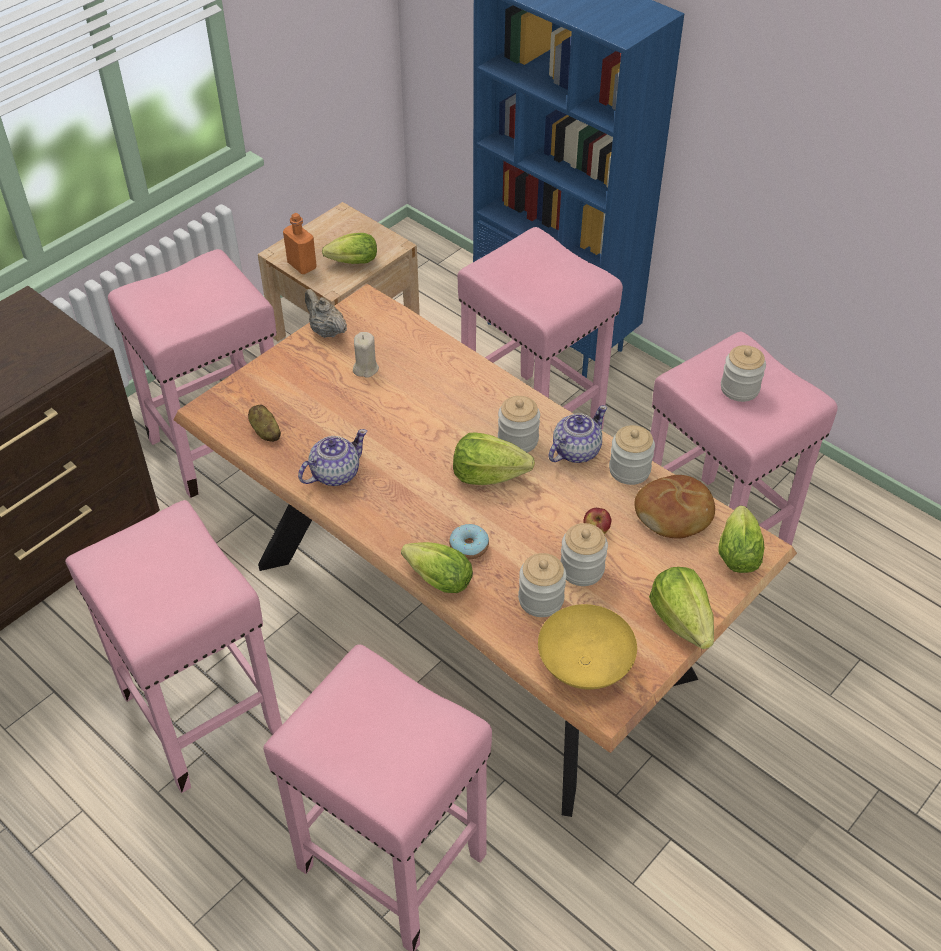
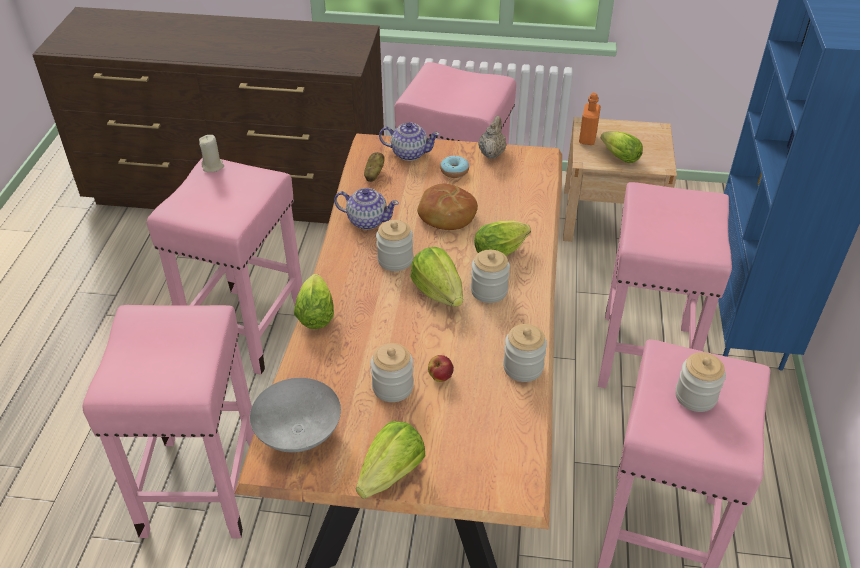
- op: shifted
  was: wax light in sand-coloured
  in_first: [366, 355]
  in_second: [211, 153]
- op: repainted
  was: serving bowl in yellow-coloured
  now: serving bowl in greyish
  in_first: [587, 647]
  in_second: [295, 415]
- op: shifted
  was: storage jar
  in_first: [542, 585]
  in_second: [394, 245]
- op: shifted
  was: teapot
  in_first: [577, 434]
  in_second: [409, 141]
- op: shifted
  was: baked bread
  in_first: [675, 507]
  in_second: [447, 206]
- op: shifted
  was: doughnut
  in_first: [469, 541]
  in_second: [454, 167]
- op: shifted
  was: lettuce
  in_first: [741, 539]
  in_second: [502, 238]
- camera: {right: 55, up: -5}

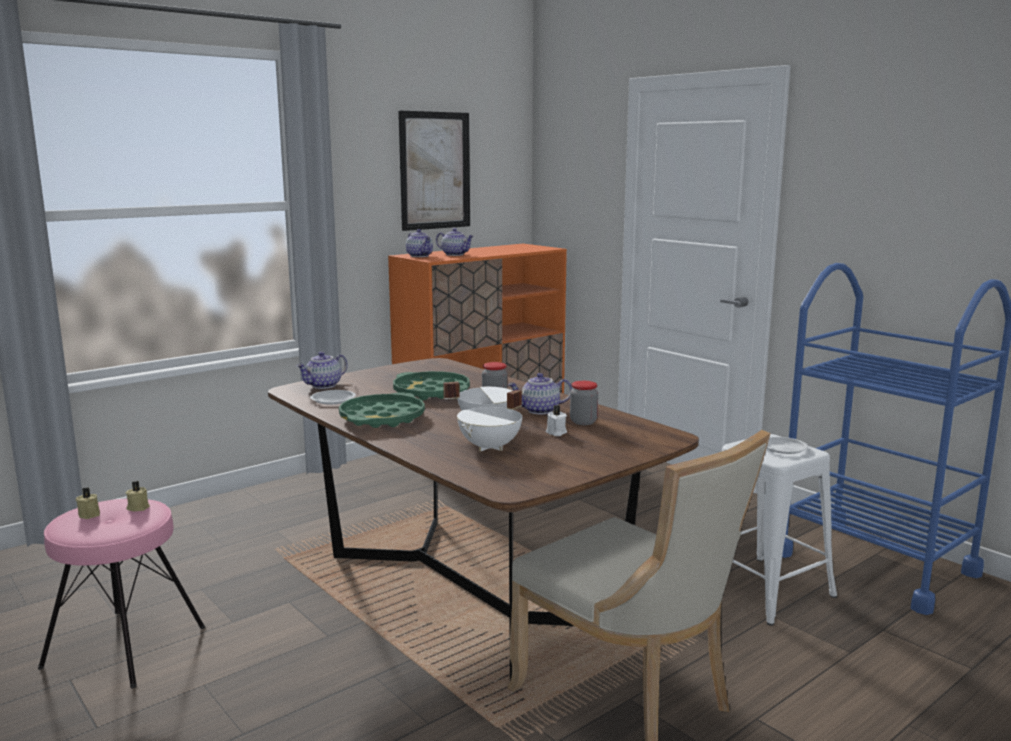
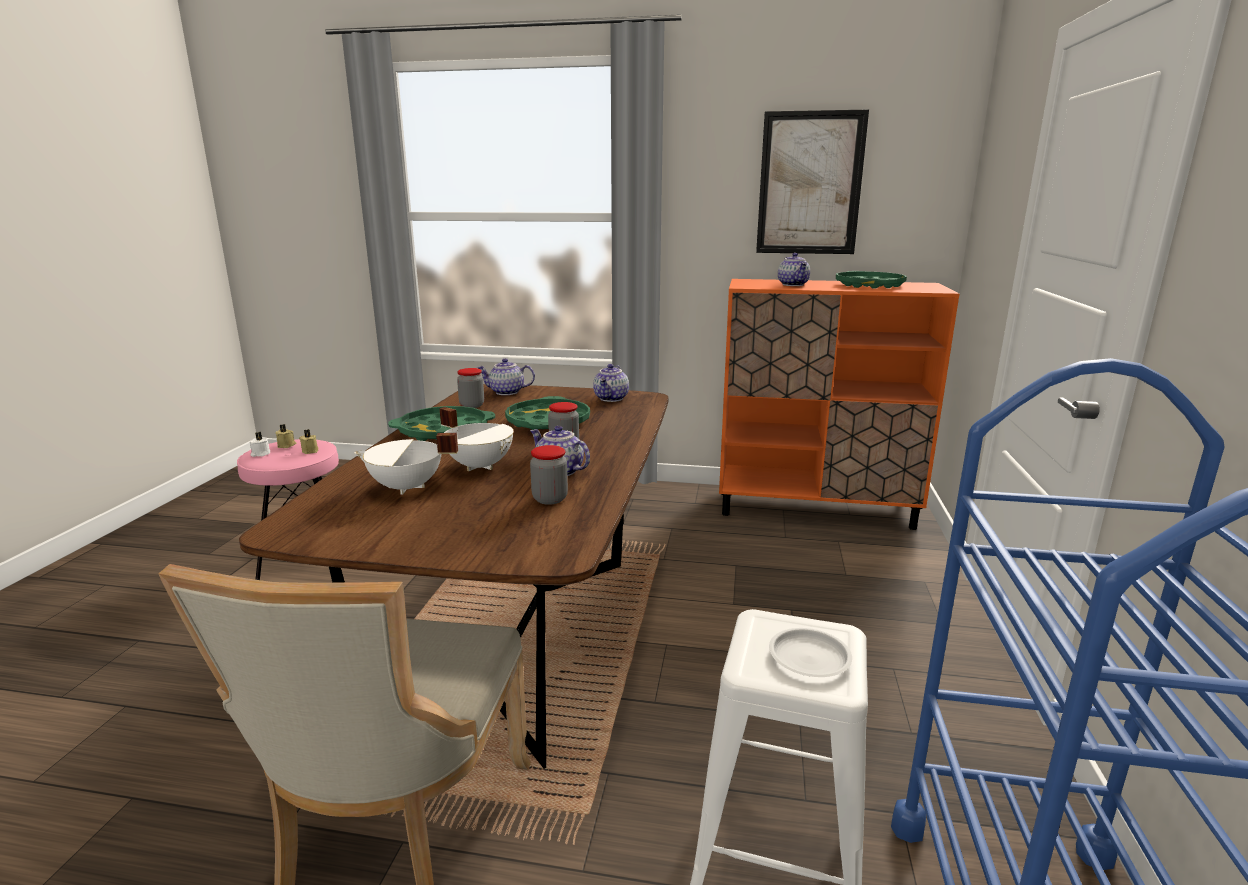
- op: shifted
  was: wax light in white
  in_first: [556, 420]
  in_second: [260, 444]
- op: swapped
  was: dinner plate in white
  now: storage jar
  in_first: [333, 397]
  in_second: [470, 388]
- op: shifted
  was: teapot
  in_first: [419, 243]
  in_second: [611, 383]
- op: new
  now: carrying tray in green
  in_second: [871, 280]
- camera: {right: 50, up: 5}

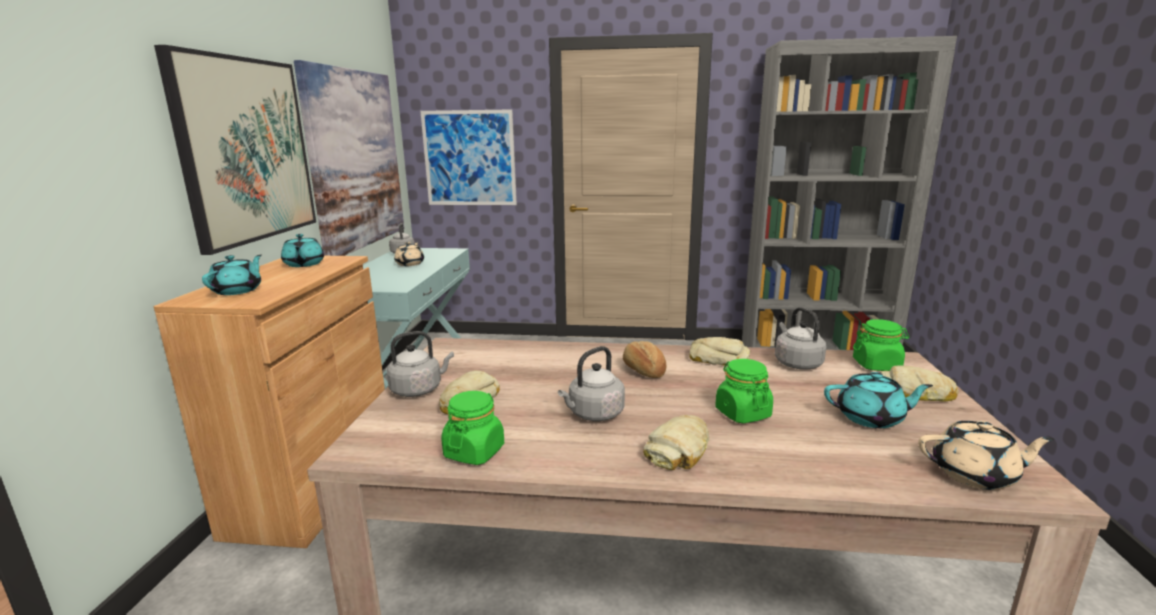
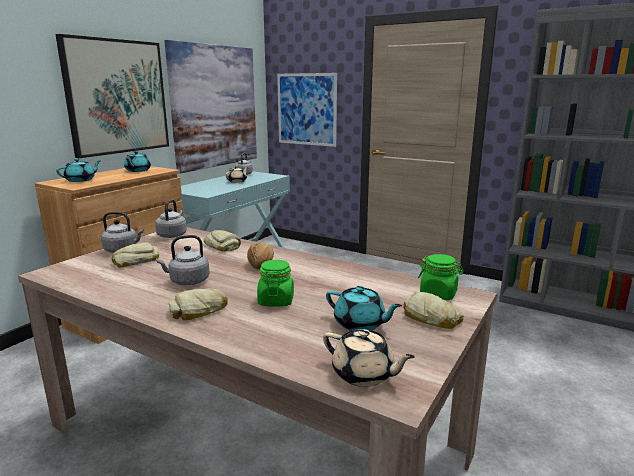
- op: shifted
  was: water kettle in greyish
  in_first: [800, 338]
  in_second: [171, 218]
- op: shifted
  was: baked bread
  in_first: [719, 351]
  in_second: [222, 241]
- op: gone
  was: storage jar in green
  in_first: [472, 428]
- camera: {right: 25, up: 0}

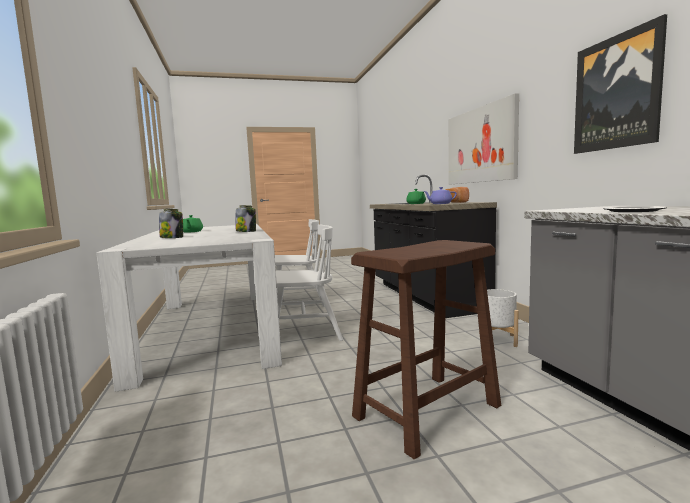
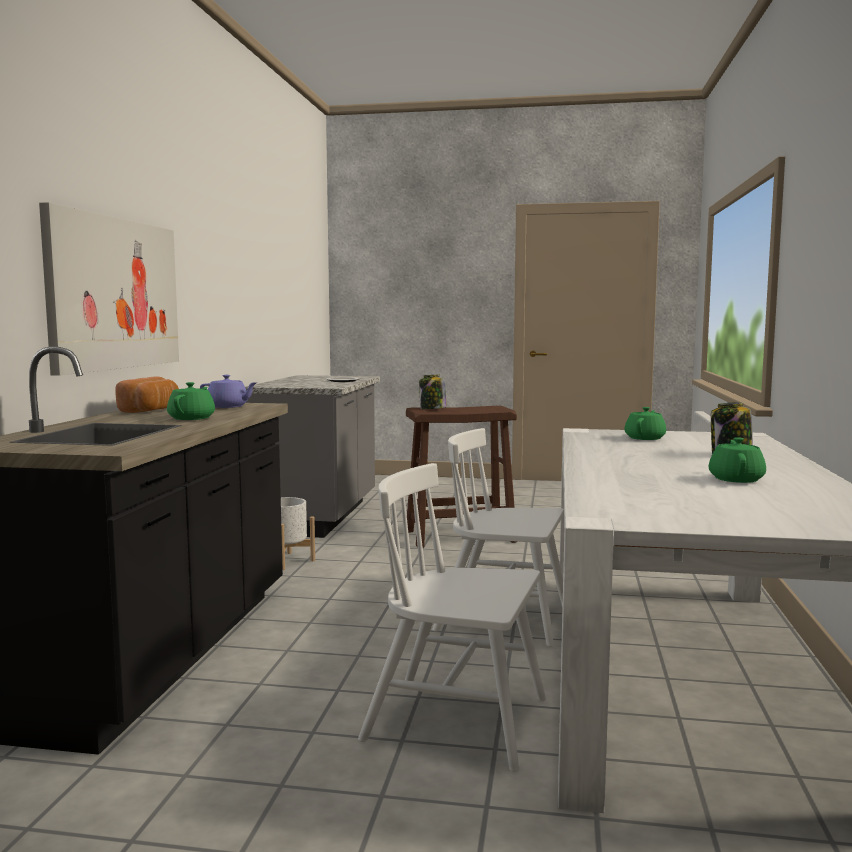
- op: shifted
  was: storage jar
  in_first: [246, 218]
  in_second: [433, 391]
- op: new
  now: teapot in green
  in_second: [645, 423]
- op: gone
  was: picture
  in_first: [620, 84]
- camera: {right: -155, up: 0}

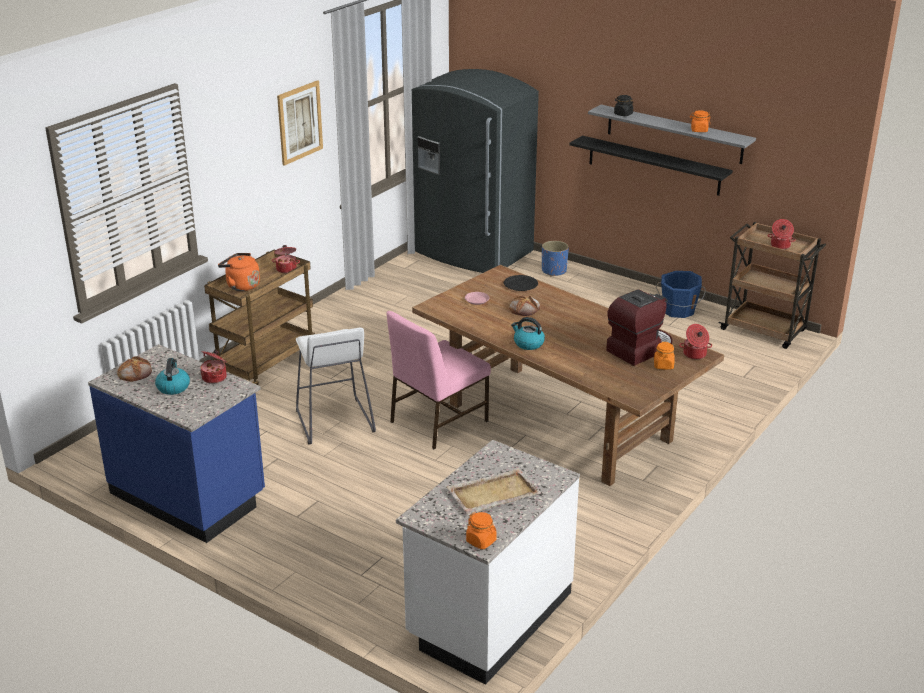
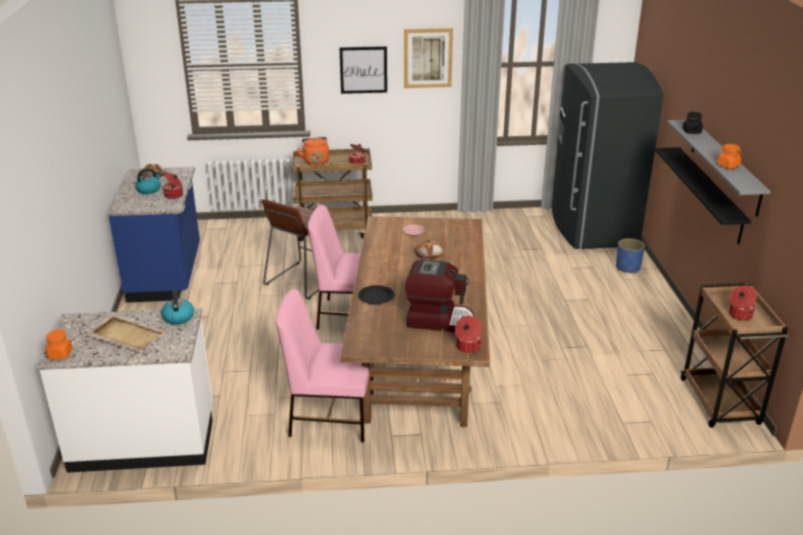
- op: shifted
  was: water kettle
  in_first: [528, 333]
  in_second: [177, 307]
- op: repainted
  was: sitting stool in white
  now: sitting stool in brown-coloured
  in_first: [336, 385]
  in_second: [297, 249]
- op: new
  now: chair in pink-coloured
  in_second: [324, 366]
- op: new
  now: picture
  in_second: [363, 70]
- op: shifted
  was: dinner plate in black
  in_first: [521, 283]
  in_second: [376, 294]
- op: gone
  was: storage jar in orangey
  in_first: [664, 356]
- op: gone
  was: pail in blue-coloured
  in_first: [681, 294]
- camera: {right: 50, up: 0}

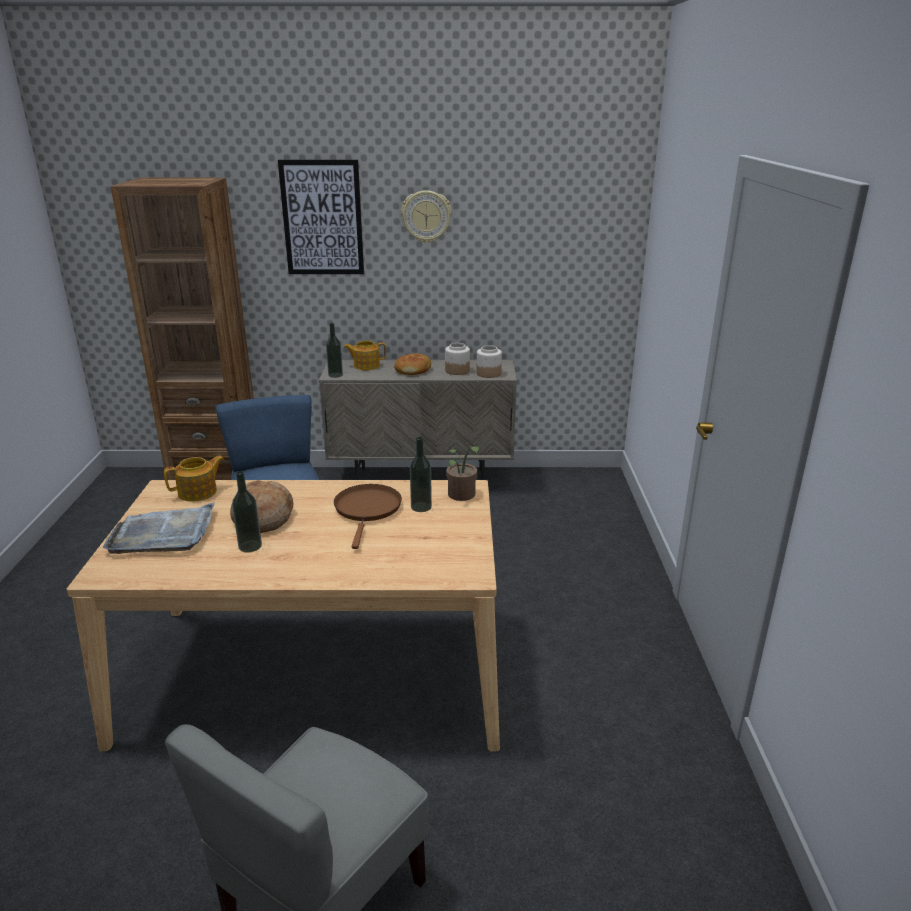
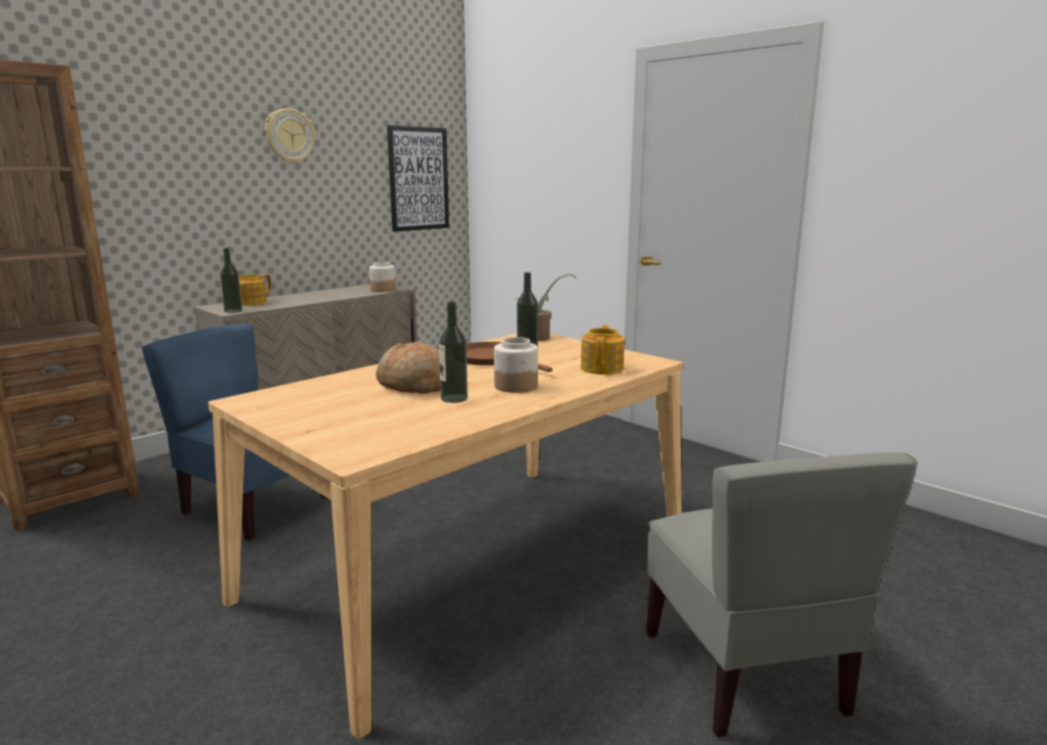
- op: shifted
  was: picture
  in_first: [321, 217]
  in_second: [418, 178]
- op: shifted
  was: storage jar
  in_first: [457, 359]
  in_second: [516, 365]
- op: shifted
  was: teapot
  in_first: [194, 479]
  in_second: [603, 350]
- op: gone
  was: carrying tray in greyish
  in_first: [159, 528]
- op: gone
  was: baked bread
  in_first: [412, 364]
- camera: {right: -45, up: -10}

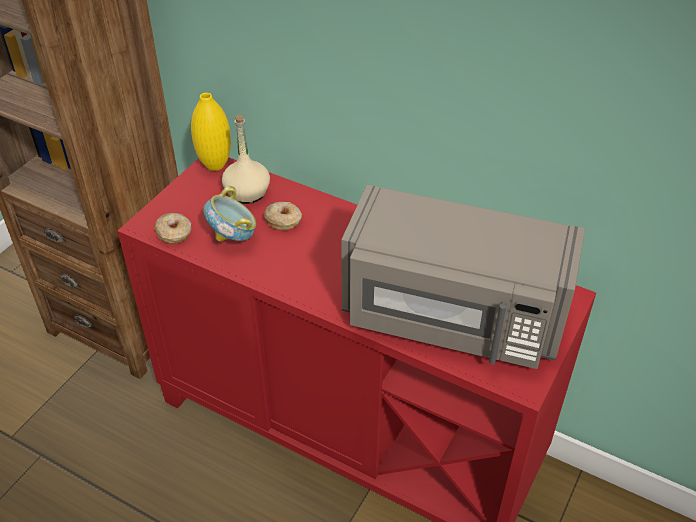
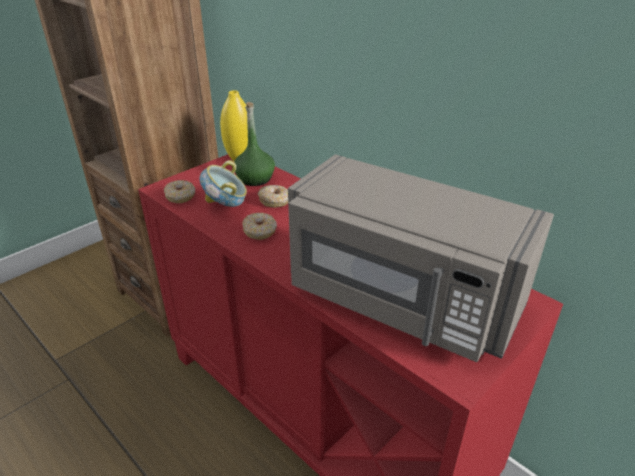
- op: repainted
  was: beverage bottle in sand-coloured
  now: beverage bottle in green
  in_first: [246, 159]
  in_second: [254, 144]
- op: new
  now: doughnut
  in_second: [259, 226]
- camera: {right: 15, up: -10}

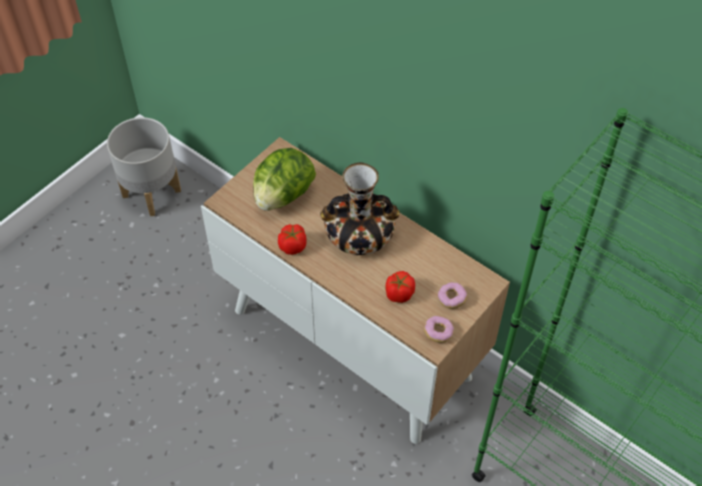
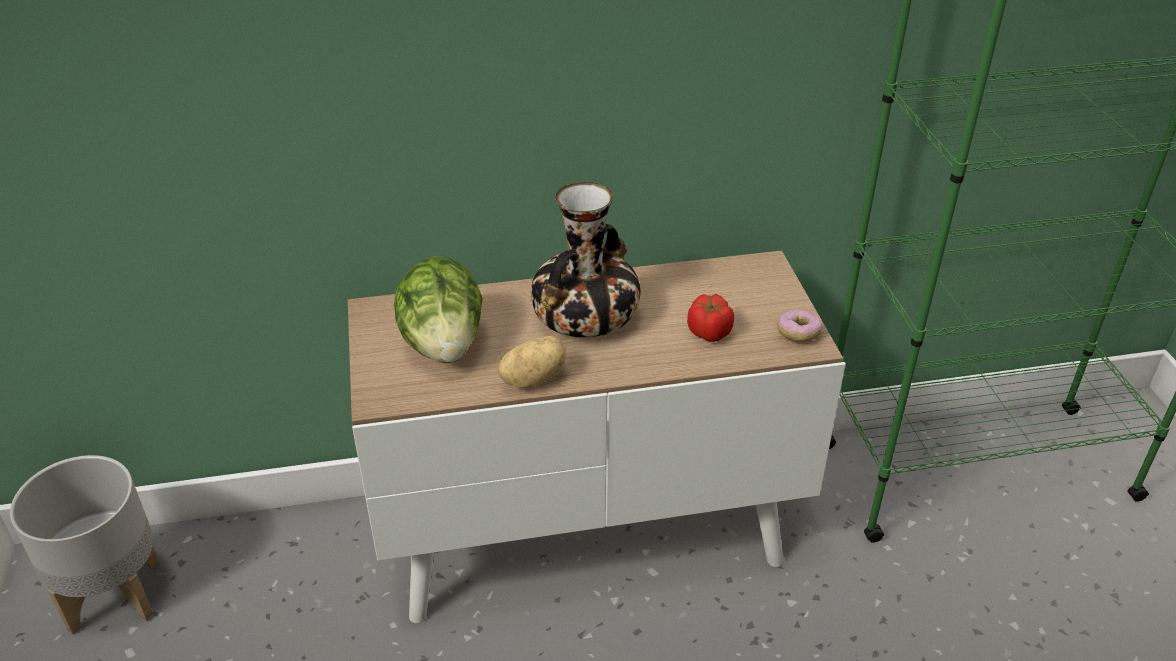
- op: swapped
  was: tomato
  now: whole potato
  in_first: [292, 239]
  in_second: [532, 361]
- op: gone
  was: doughnut
  in_first: [452, 295]
- camera: {right: -50, up: -15}

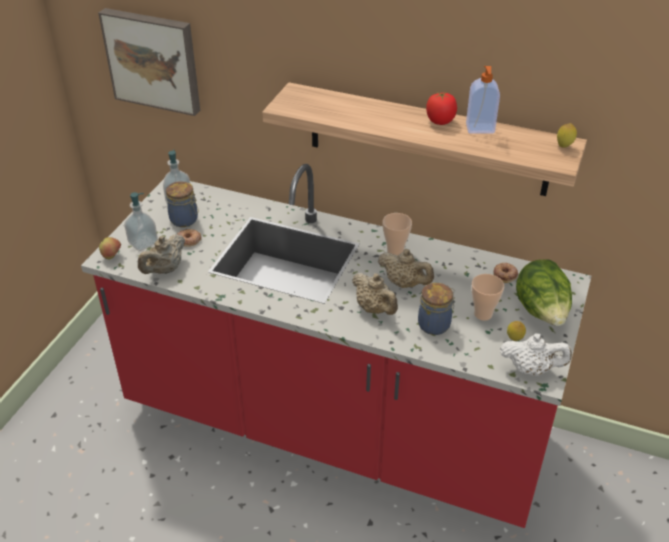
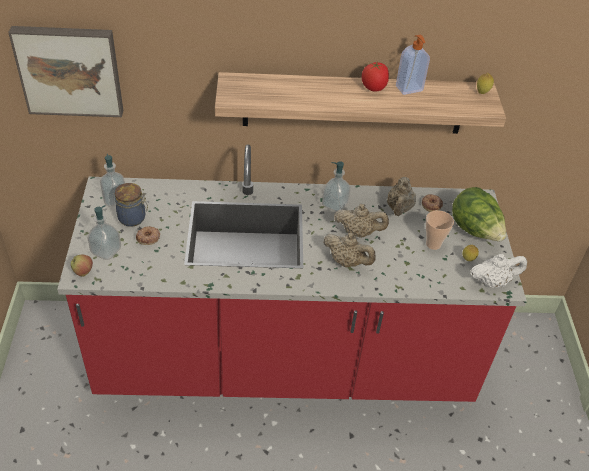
- op: swapped
  was: drinking cup
  now: soap dispenser
  in_first: [397, 234]
  in_second: [336, 186]
- op: shifted
  was: teapot in sand-coloured
  in_first: [161, 254]
  in_second: [401, 196]
- op: gone
  was: storage jar
  in_first: [436, 309]
- camera: {right: -25, up: 5}

